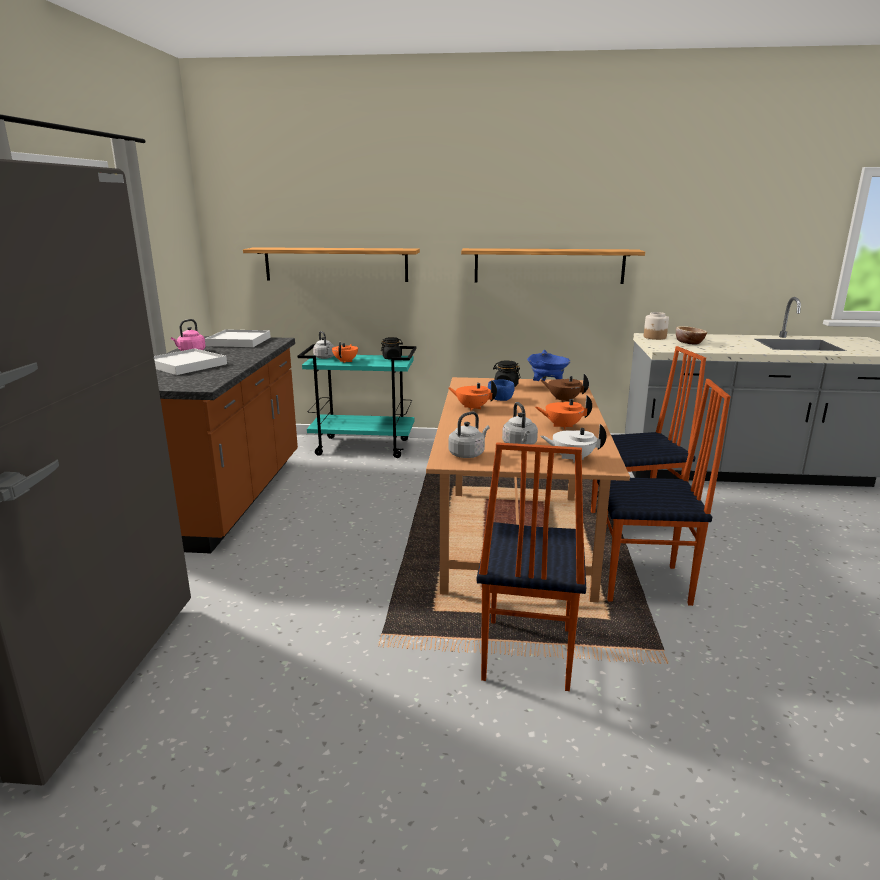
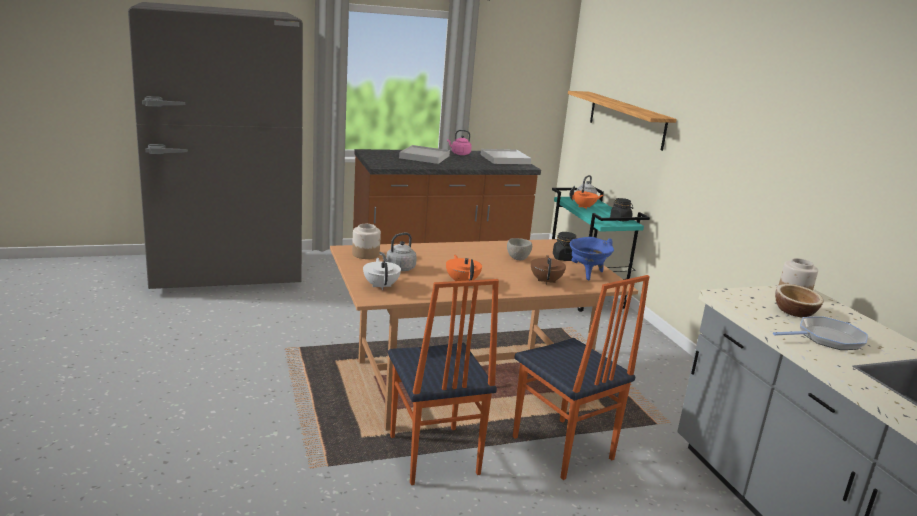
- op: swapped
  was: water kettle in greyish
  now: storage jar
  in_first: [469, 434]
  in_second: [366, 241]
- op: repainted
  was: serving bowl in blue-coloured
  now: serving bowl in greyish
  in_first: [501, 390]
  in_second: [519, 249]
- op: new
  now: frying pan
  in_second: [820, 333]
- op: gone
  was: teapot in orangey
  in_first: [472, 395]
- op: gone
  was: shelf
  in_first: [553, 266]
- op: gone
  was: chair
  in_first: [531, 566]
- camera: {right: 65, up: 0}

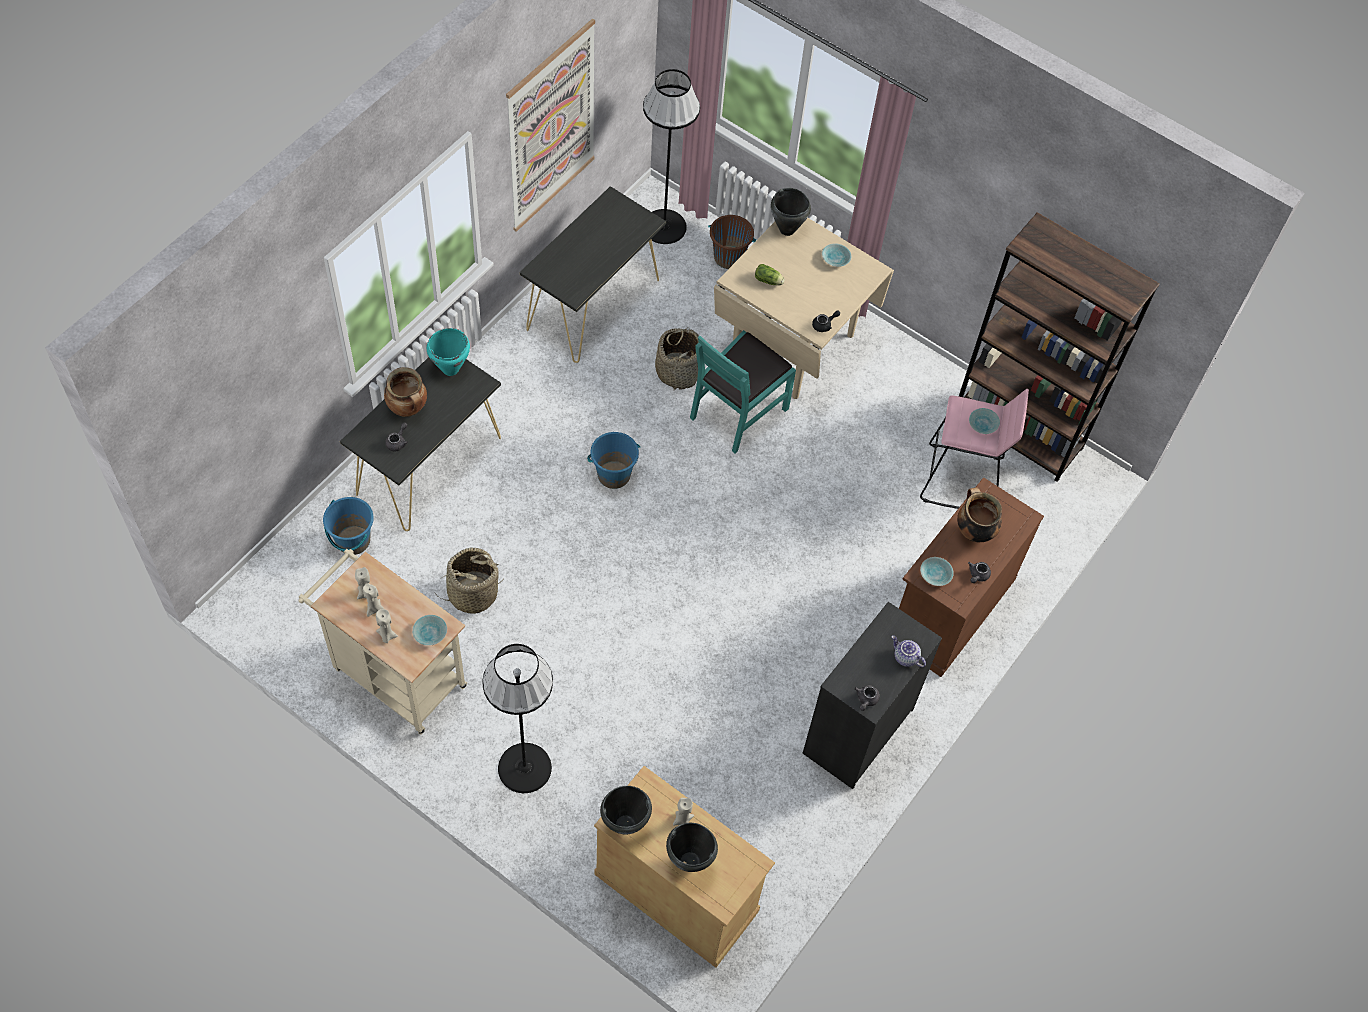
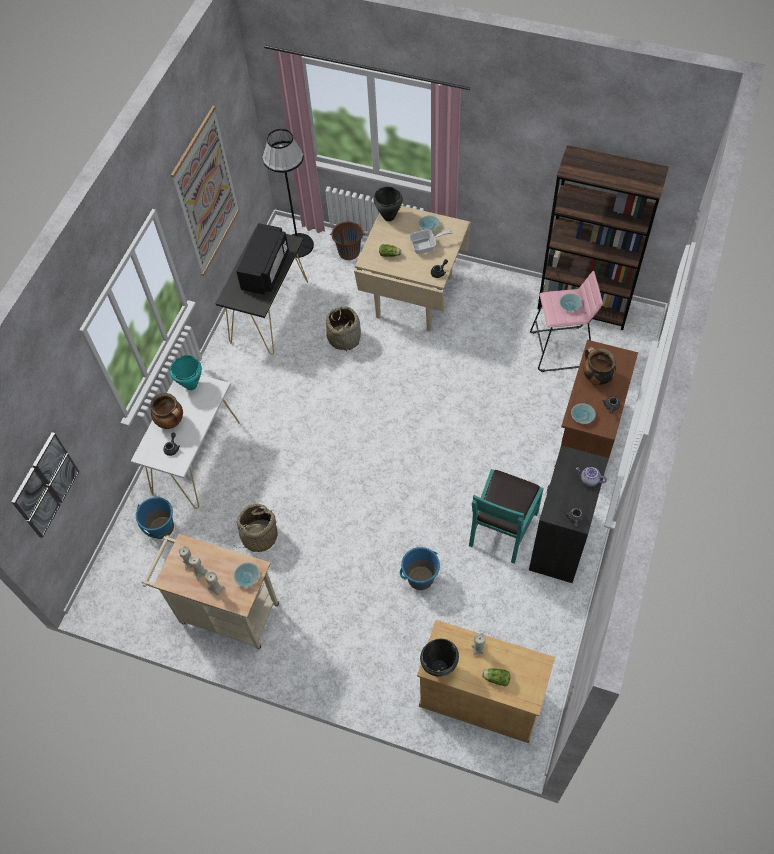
- op: new
  now: picture
  in_second: [45, 485]
- op: repainted
  was: narrow table in black
  now: narrow table in white
  in_first: [420, 444]
  in_second: [185, 442]
- op: new
  now: microwave in black
  in_second: [262, 259]
- op: shifted
  was: pail in blue-coloured
  in_first: [613, 460]
  in_second: [420, 568]
- op: new
  now: frying pan
  in_second: [431, 241]
- op: shifted
  was: chair in turquoise-coloured
  in_first: [743, 391]
  in_second: [506, 516]
- op: swapped
  was: stockpot in black
  now: lettuce
  in_first: [692, 847]
  in_second: [496, 677]
- op: gone
  was: floor lamp in black
  in_first: [518, 718]
- camera: {right: -10, up: 0}

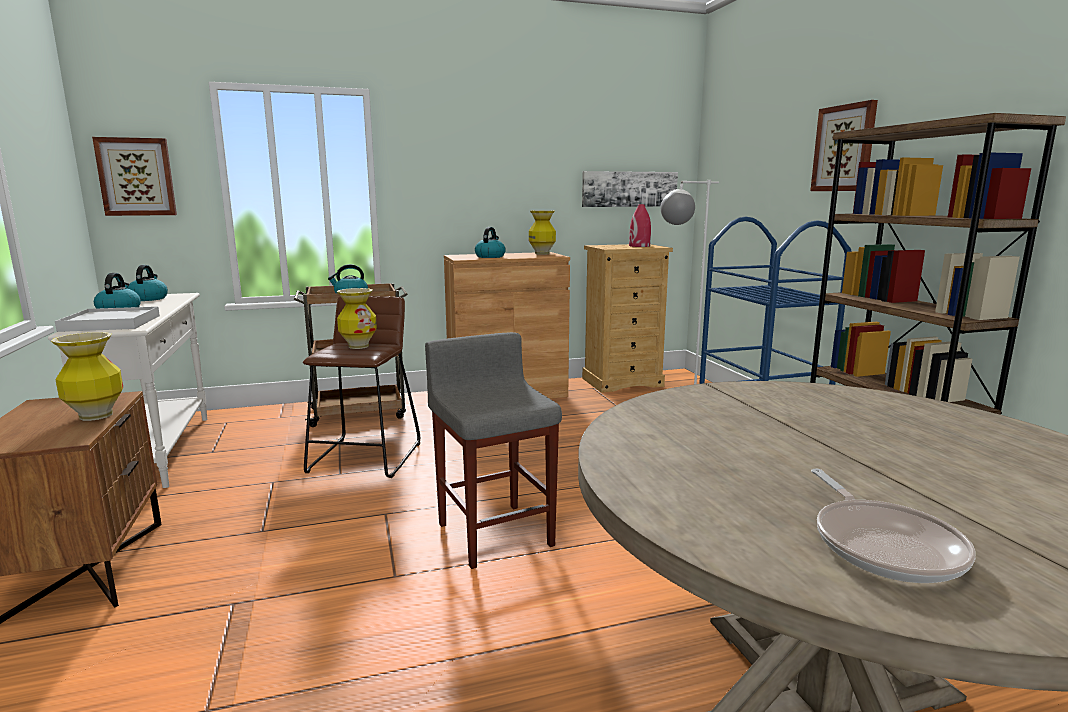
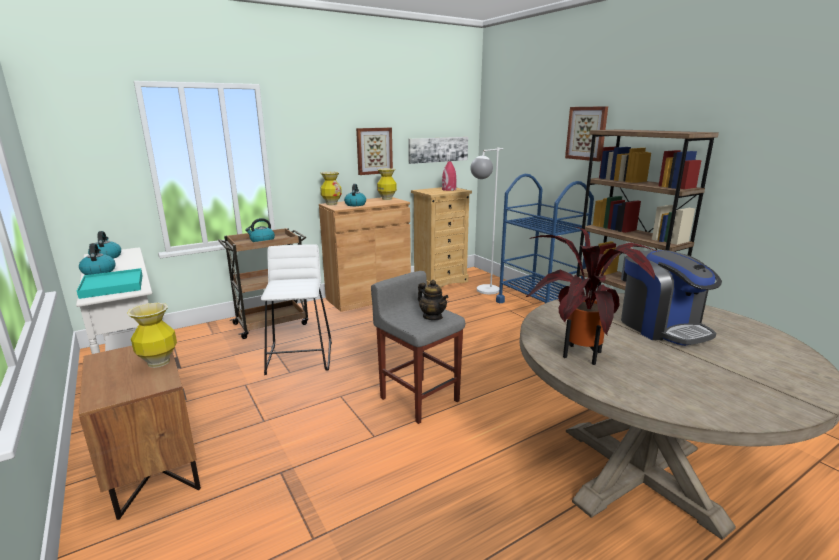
- op: repainted
  was: carrying tray in white
  now: carrying tray in turquoise-coloured
  in_first: [107, 319]
  in_second: [110, 283]
- op: repainted
  was: sitting stool in brown-coloured
  now: sitting stool in white
  in_first: [361, 387]
  in_second: [296, 309]
- op: shifted
  was: decorative vase
  in_first: [357, 318]
  in_second: [331, 188]
- op: shifted
  was: picture
  in_first: [134, 176]
  in_second: [374, 151]
- op: new
  now: teapot
  in_second: [433, 300]
- op: new
  now: plant in a pot
  in_second: [592, 296]
- op: new
  now: coffee brewer
  in_second: [671, 298]
- op: gone
  was: frying pan
  in_first: [893, 526]
- camera: {right: -15, up: 5}

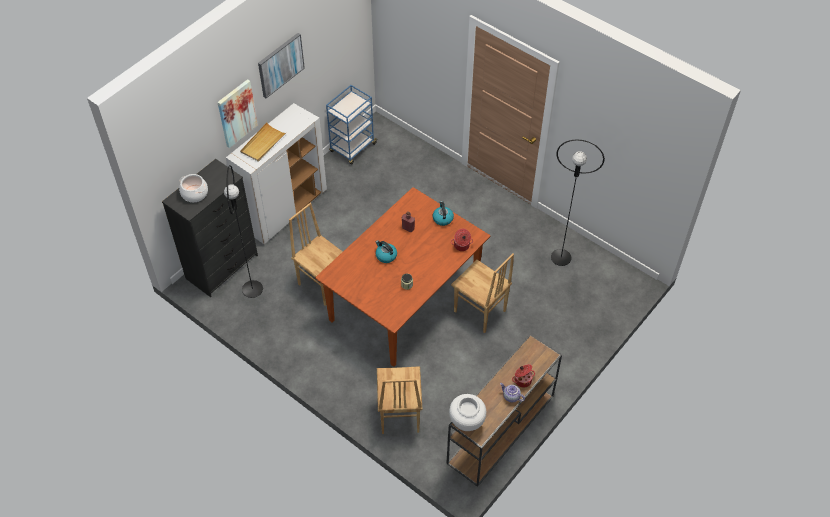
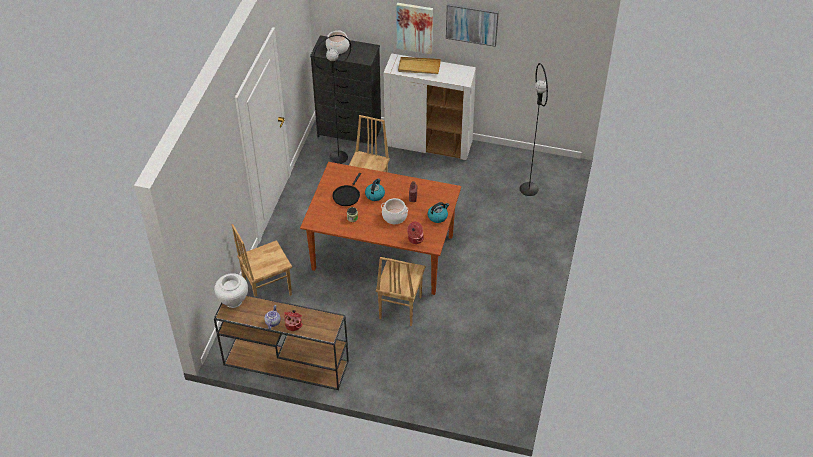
- op: new
  now: frying pan in black
  in_second: [346, 189]
- op: new
  now: stockpot
  in_second: [394, 211]
- op: shifted
  was: floor lamp in black
  in_first: [578, 202]
  in_second: [534, 129]
- op: gone
  was: wheeled cart in blue-coloured
  in_first: [351, 125]
- camera: {right: 65, up: -5}

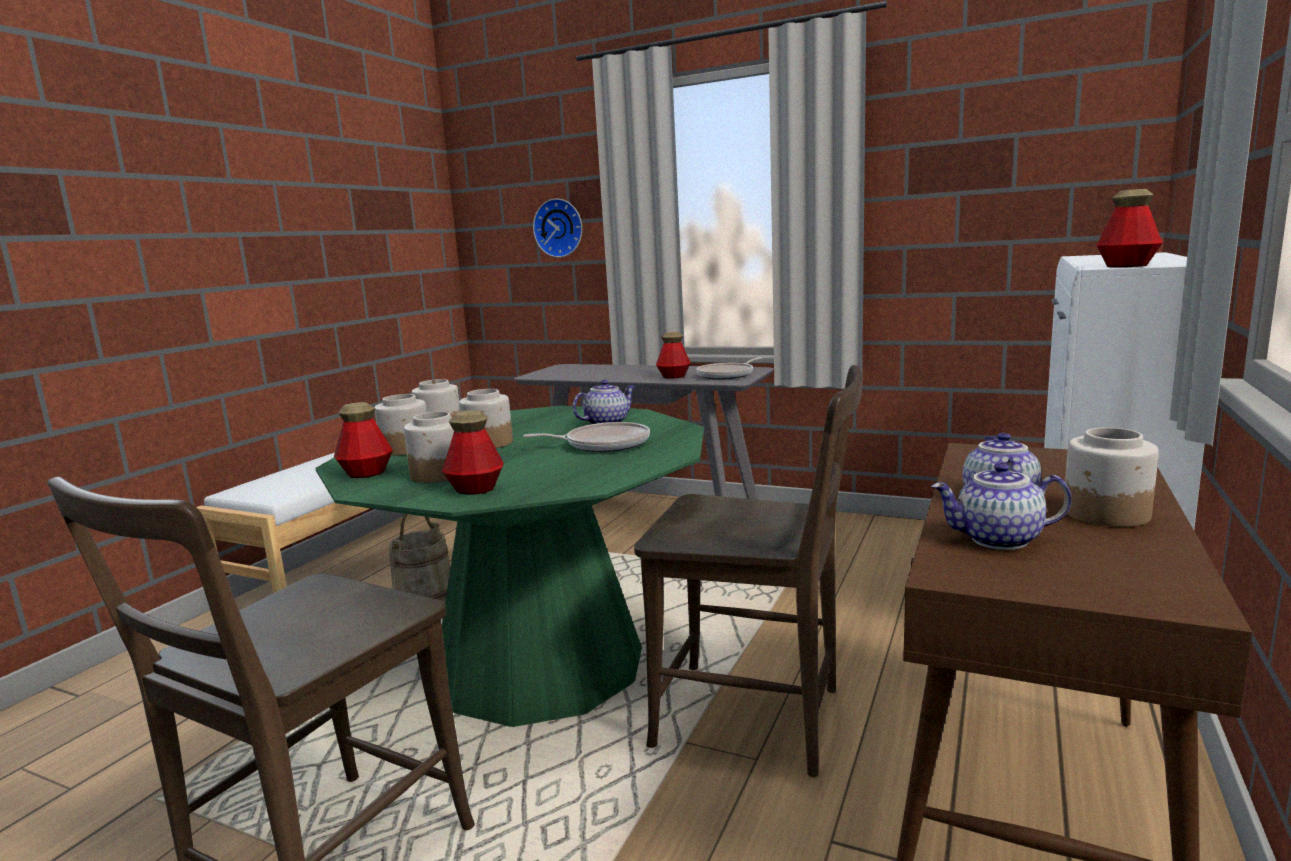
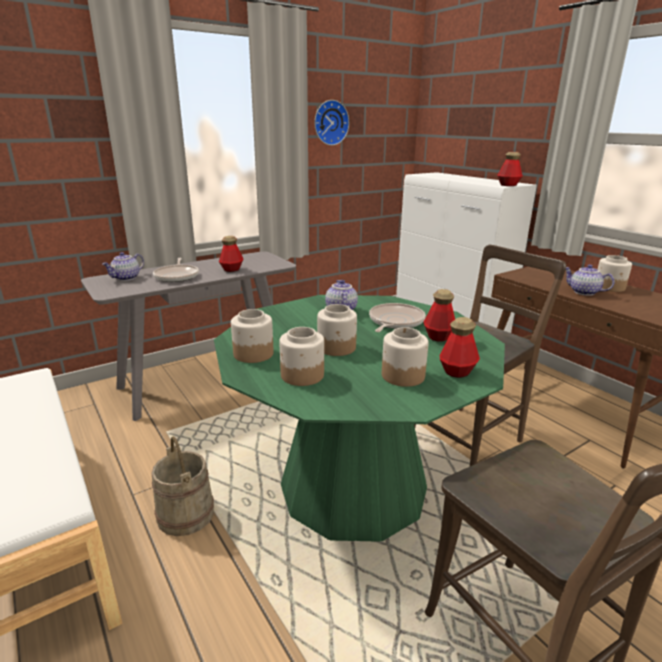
- op: shifted
  was: teapot
  in_first: [1001, 506]
  in_second: [123, 266]
- op: shifted
  was: frying pan
  in_first: [729, 368]
  in_second: [176, 270]
- op: shifted
  was: clock on the wall
  in_first: [557, 228]
  in_second: [331, 122]
- op: shifted
  was: beverage bottle
  in_first: [363, 440]
  in_second: [439, 315]
- camera: {right: -60, up: 10}

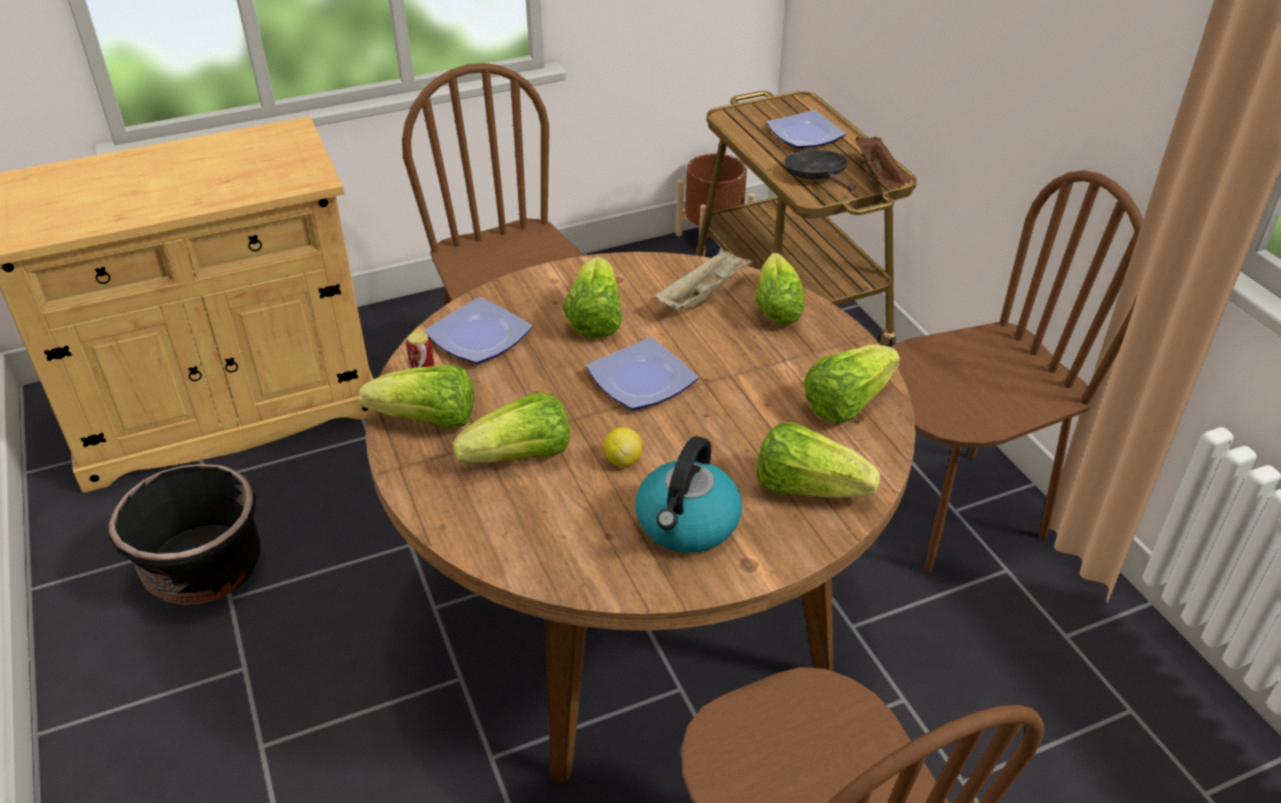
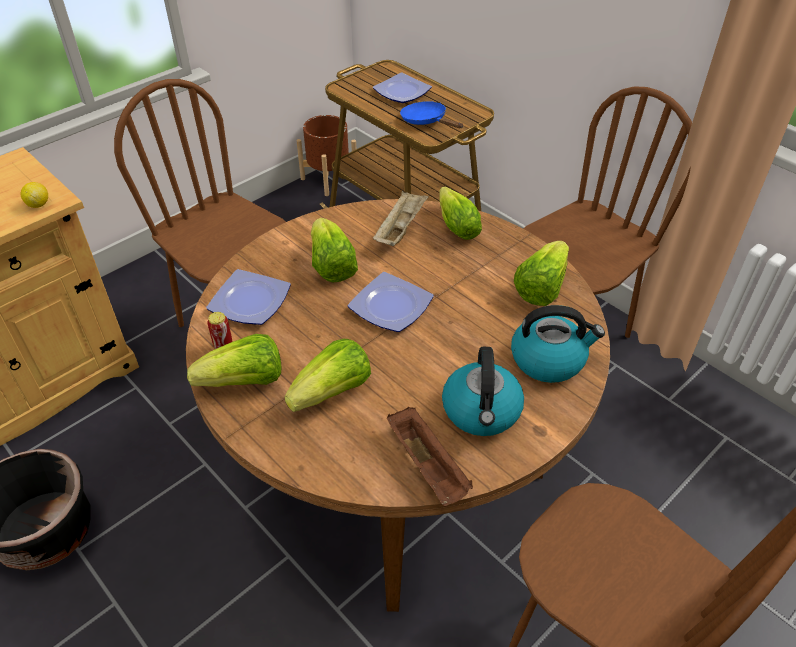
- op: shifted
  was: whole lemon
  in_first: [622, 447]
  in_second: [34, 195]
- op: shifted
  was: carrying tray in brown-coloured
  in_first: [882, 162]
  in_second: [429, 456]
- op: repainted
  was: frying pan in black
  now: frying pan in blue-coloured
  in_first: [819, 170]
  in_second: [431, 114]
- op: swapped
  was: lettuce
  now: water kettle
  in_first: [818, 460]
  in_second: [558, 344]
- camera: {right: -20, up: 5}

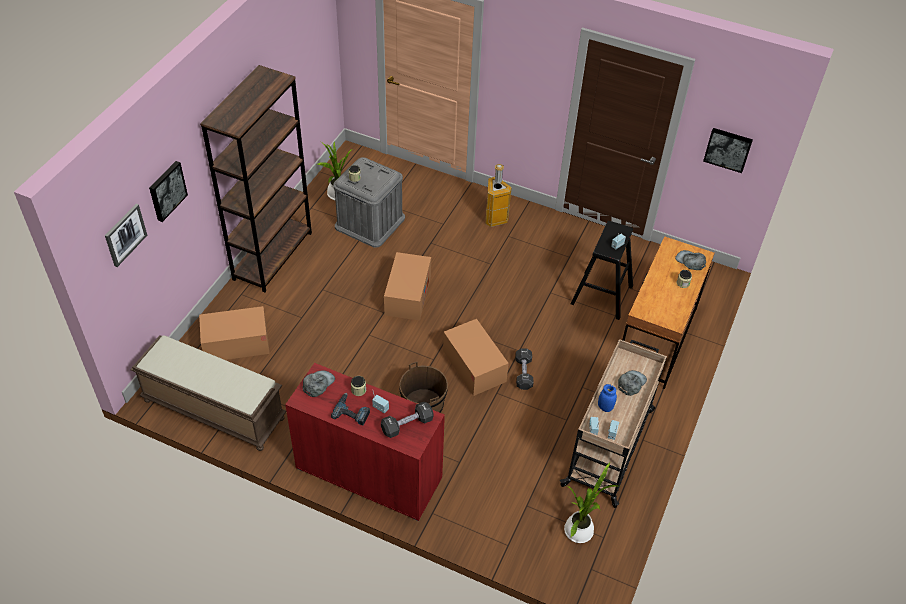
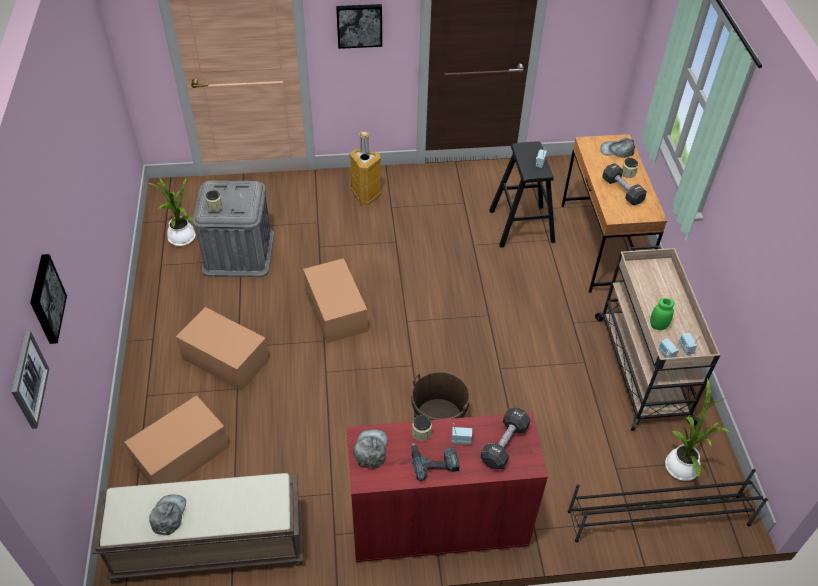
- op: shifted
  was: peaked cap in greyish
  in_first: [632, 383]
  in_second: [167, 515]
- op: shifted
  was: carton
  in_first: [476, 357]
  in_second: [222, 349]
- op: shifted
  was: picture
  in_first: [728, 150]
  in_second: [359, 26]
- op: new
  now: shoe shelf in black
  in_second: [668, 506]
- op: shifted
  was: hand weight in black
  in_first: [524, 369]
  in_second: [624, 184]
- op: repainted
  was: storage jar in blue-coloured
  now: storage jar in green
  in_first: [607, 398]
  in_second: [662, 314]
- op: gone
  was: bookshelf in brown-coloured
  in_first: [256, 179]
- camera: {right: -30, up: 0}

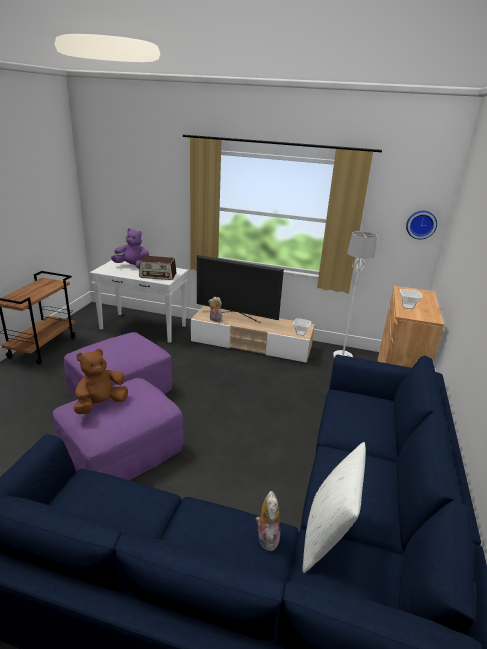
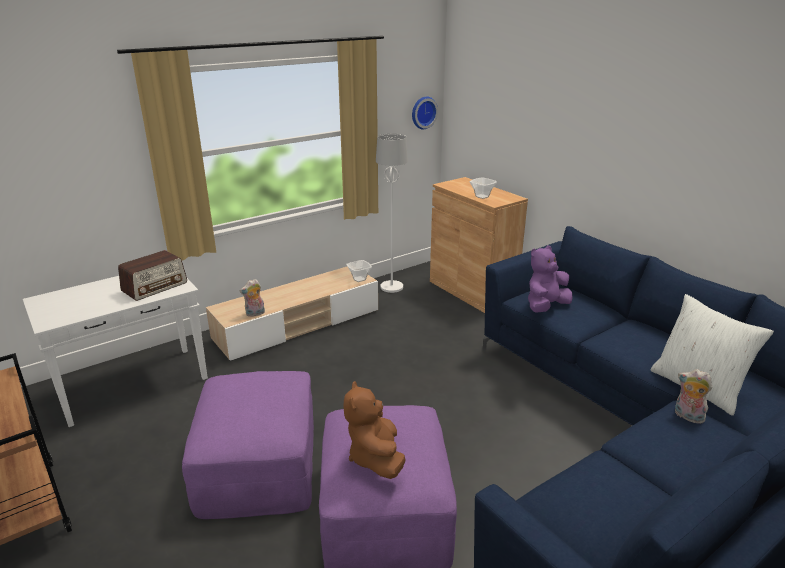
- op: shifted
  was: soft toy in purple
  in_first: [130, 248]
  in_second: [550, 279]
- op: gone
  was: TV
  in_first: [240, 289]
- camera: {right: -50, up: 0}

